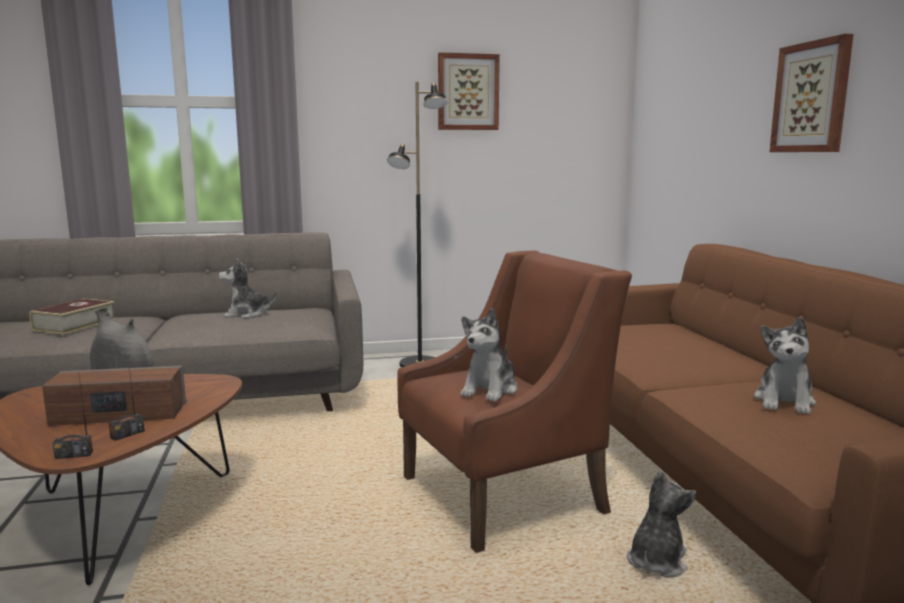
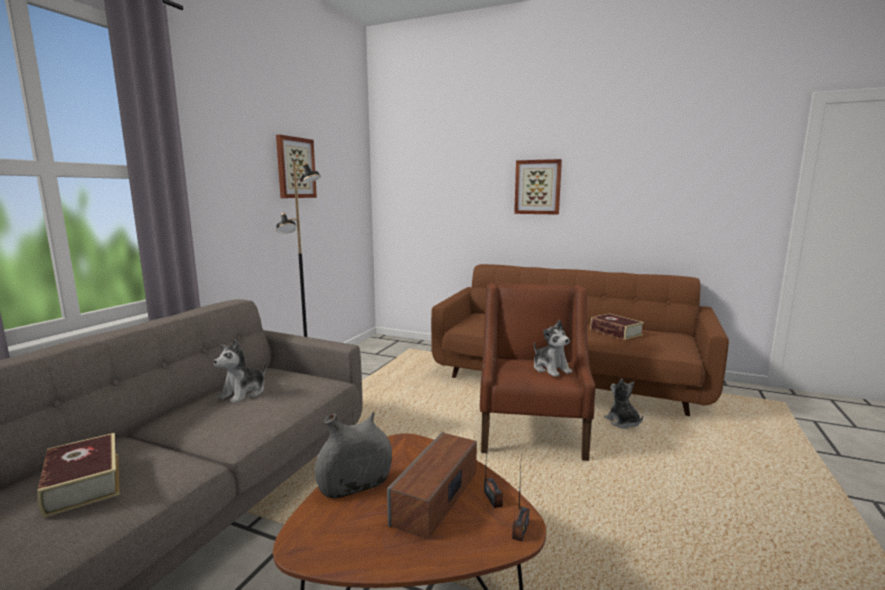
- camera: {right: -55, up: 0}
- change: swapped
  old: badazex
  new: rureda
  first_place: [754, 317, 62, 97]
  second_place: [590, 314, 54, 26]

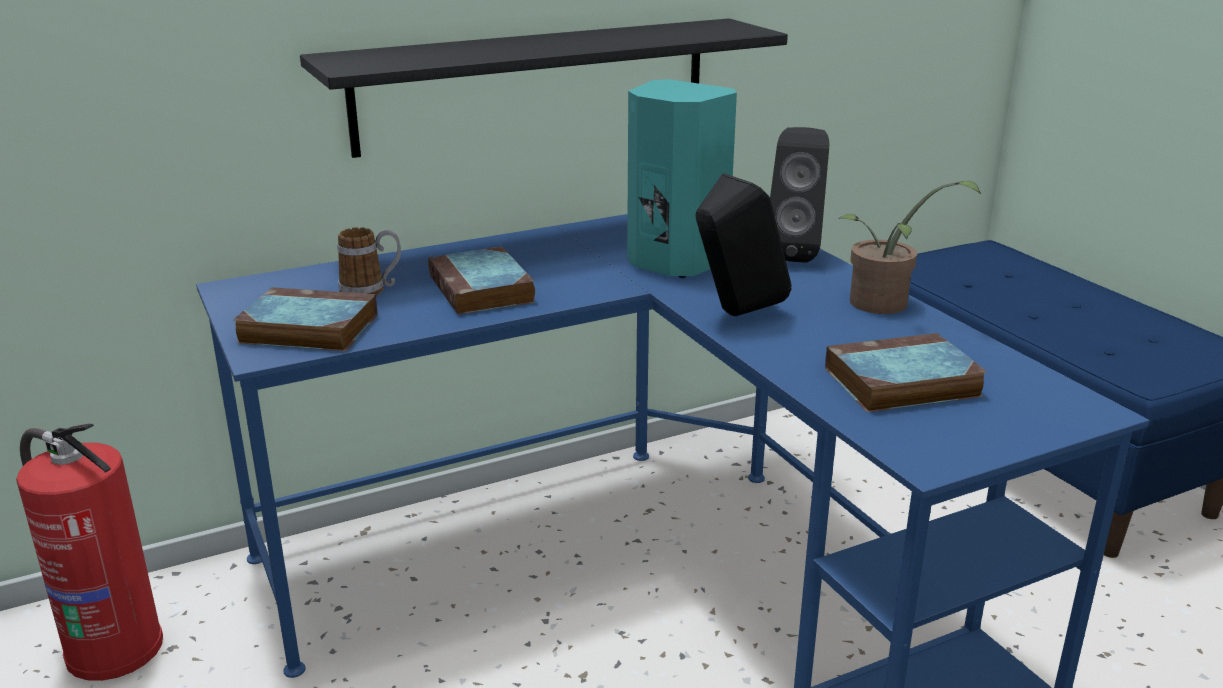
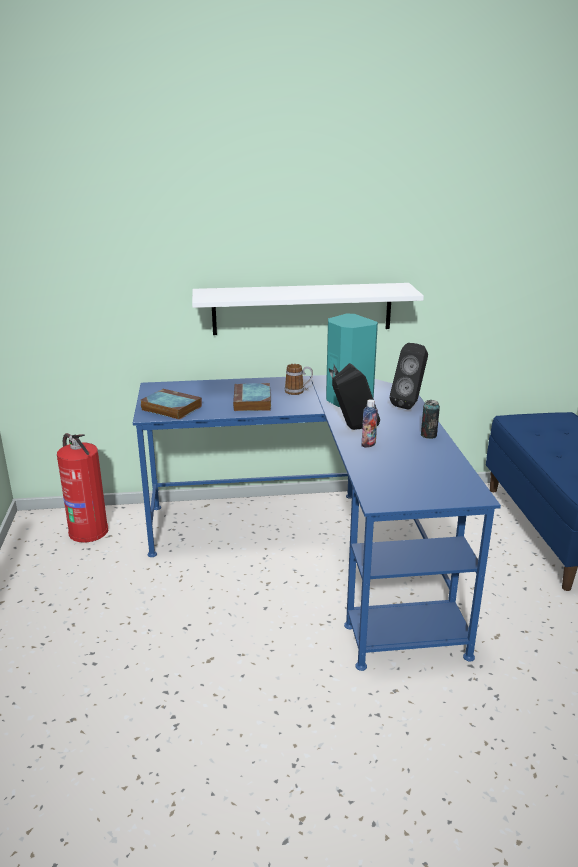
- camera: {right: 20, up: 0}
- change: repainted
  old: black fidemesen
  new: white fidemesen
  first_place: [300, 18, 488, 140]
  second_place: [192, 283, 232, 52]
- change: shifted
  old: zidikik
  first_place: [338, 227, 63, 69]
  second_place: [285, 364, 28, 31]
- change: gone
  old: rureda
  first_place: [825, 333, 162, 79]
- change: swapped
  old: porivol
  new: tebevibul
  first_place: [838, 181, 143, 133]
  second_place: [421, 400, 19, 39]
- change: new
  new: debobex
  second_place: [361, 399, 17, 49]

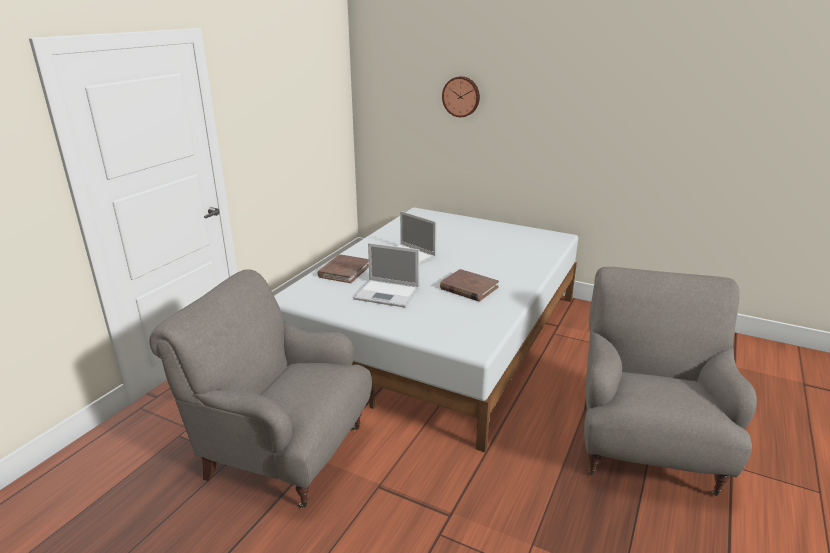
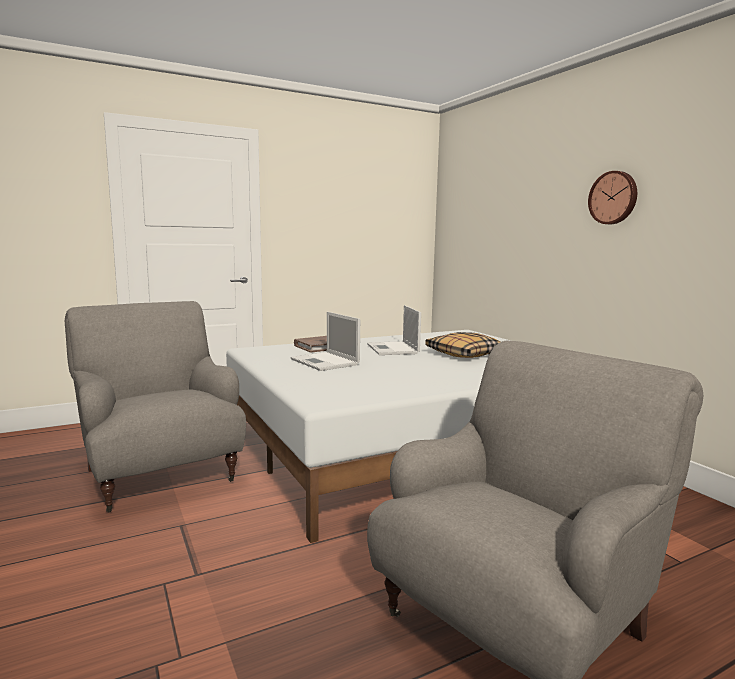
- camera: {right: 35, up: -15}
- change: gone
  old: brown rureda
  first_place: [440, 269, 59, 32]
- change: shifted
  old: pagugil
  first_place: [442, 76, 38, 41]
  second_place: [588, 171, 49, 53]
- change: new
  new: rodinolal
  second_place: [425, 332, 76, 26]

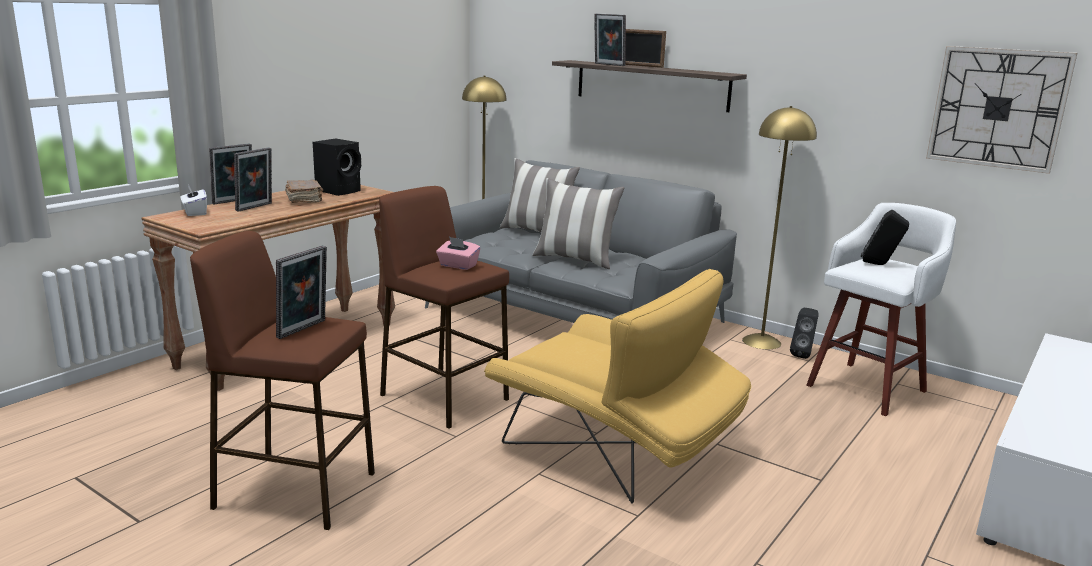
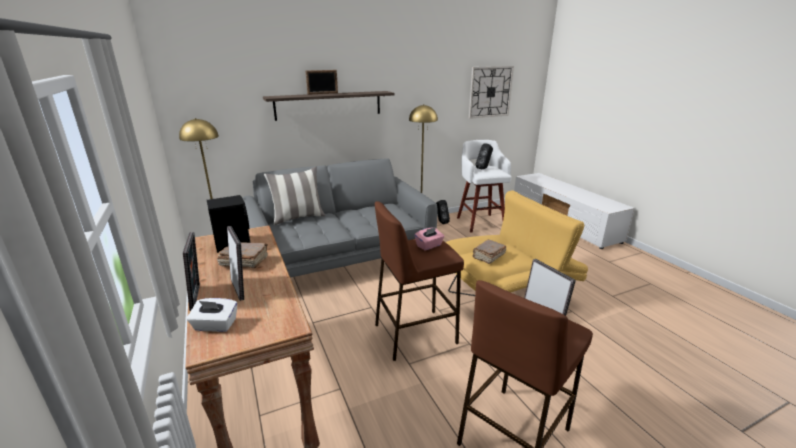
- camera: {right: -60, up: 5}
- change: gone
  old: rodinolal
  first_place: [532, 178, 92, 91]
- change: gone
  old: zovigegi
  first_place: [594, 13, 32, 53]
- change: new
  new: brown rureda
  second_place: [472, 240, 34, 24]

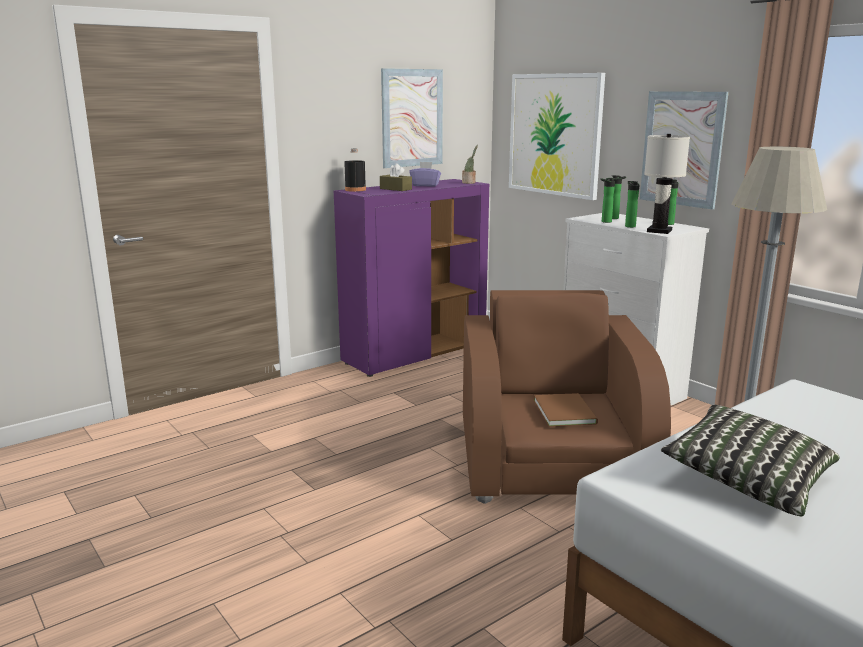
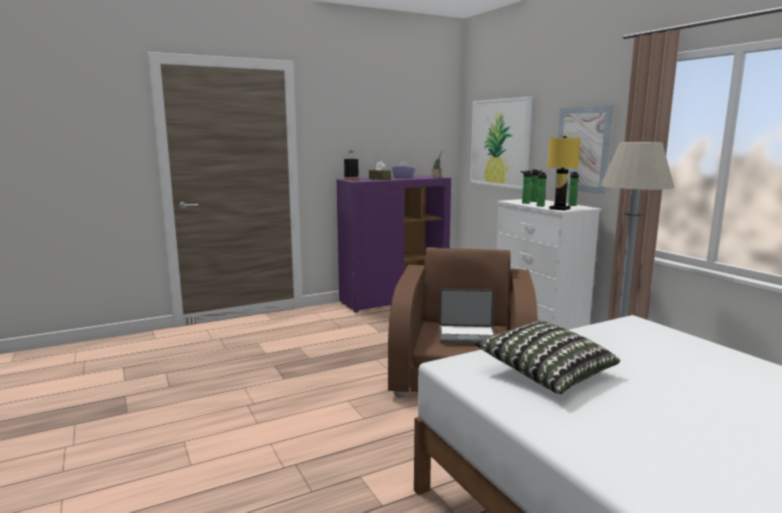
- camera: {right: 10, up: -5}
- change: gone
  old: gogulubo
  first_place: [381, 68, 62, 100]
- change: swapped
  old: brown rureda
  new: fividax
  first_place: [534, 393, 64, 34]
  second_place: [439, 289, 57, 55]
- change: repainted
  old: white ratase
  new: yellow ratase
  first_place: [644, 134, 46, 100]
  second_place: [547, 136, 34, 75]

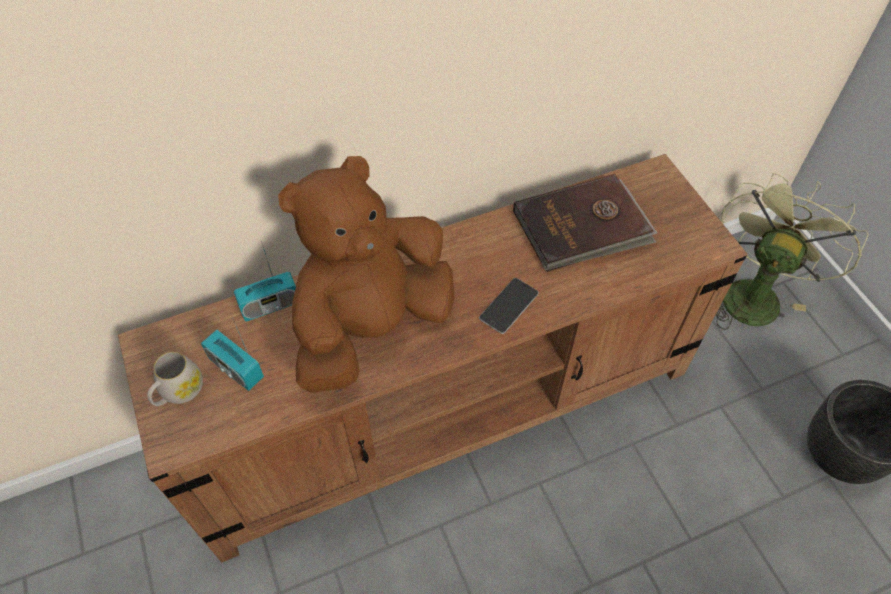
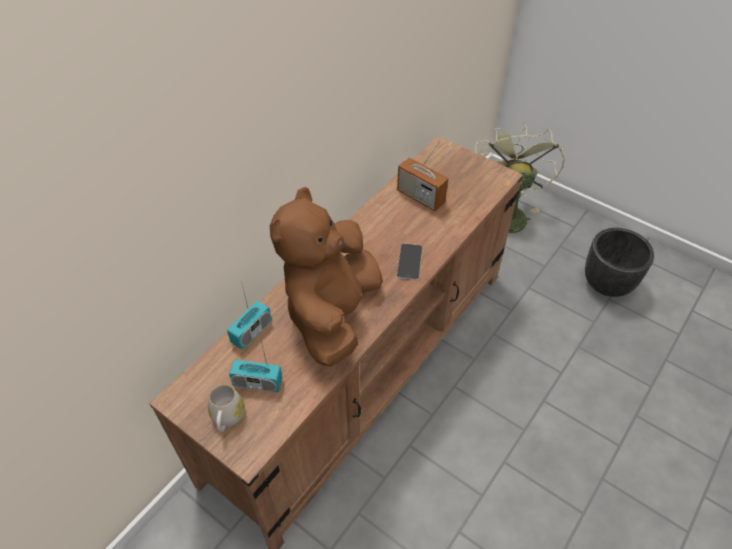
- camera: {right: -30, up: -5}
- change: swapped
  old: brown rureda
  new: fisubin
  first_place: [513, 174, 144, 98]
  second_place: [397, 140, 51, 71]

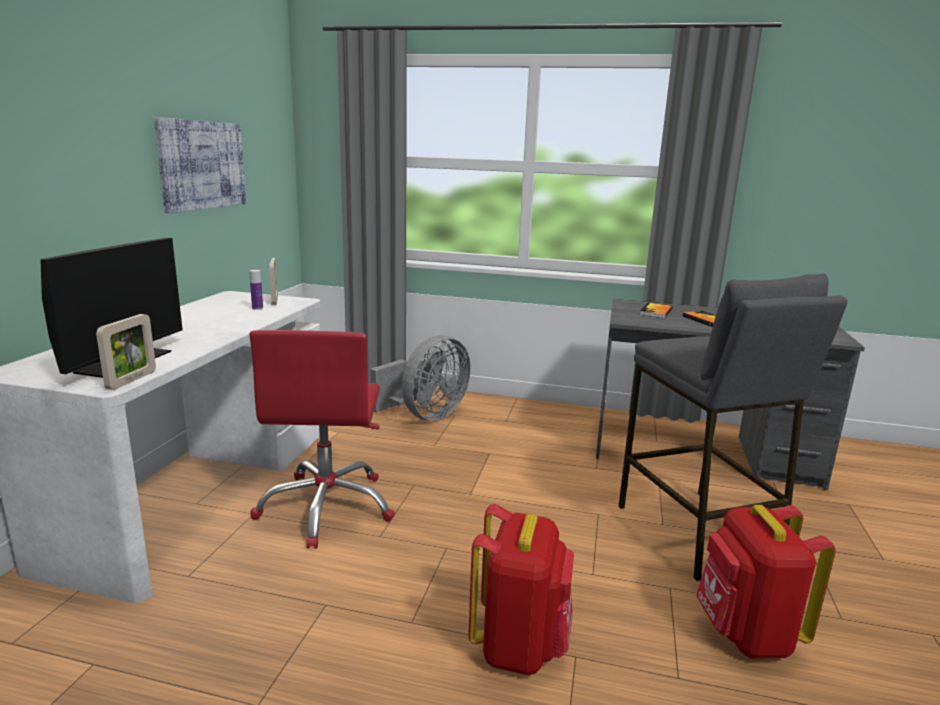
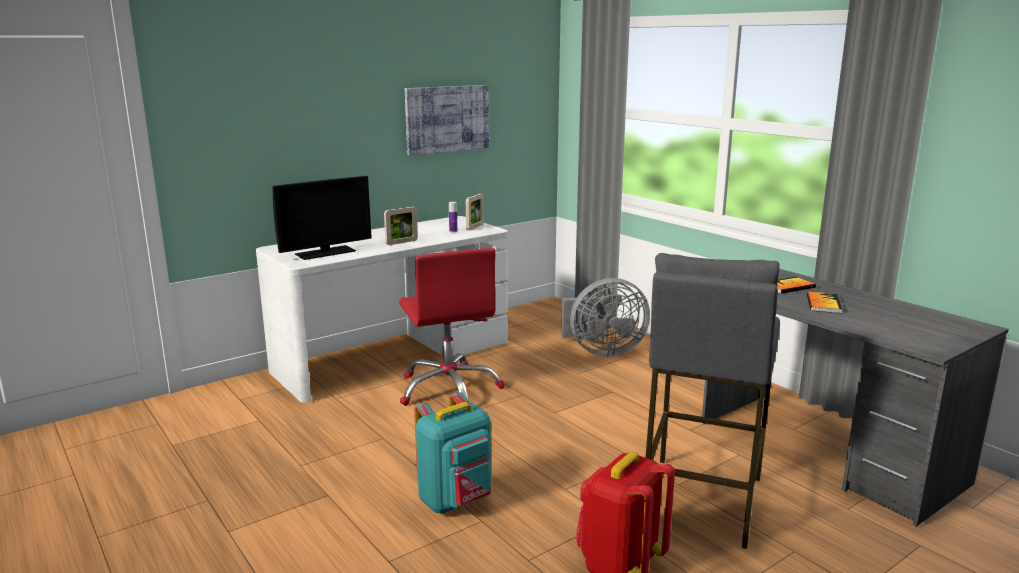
- camera: {right: 40, up: 0}
- change: shifted
  old: zovigegi
  first_place: [96, 314, 60, 76]
  second_place: [384, 207, 34, 38]
- change: rotated
  old: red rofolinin
  first_place: [249, 330, 146, 219]
  second_place: [399, 248, 106, 158]
  degrees: -60
- change: repainted
  old: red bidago
  new: turquoise bidago
  first_place: [468, 504, 106, 171]
  second_place: [414, 392, 77, 122]

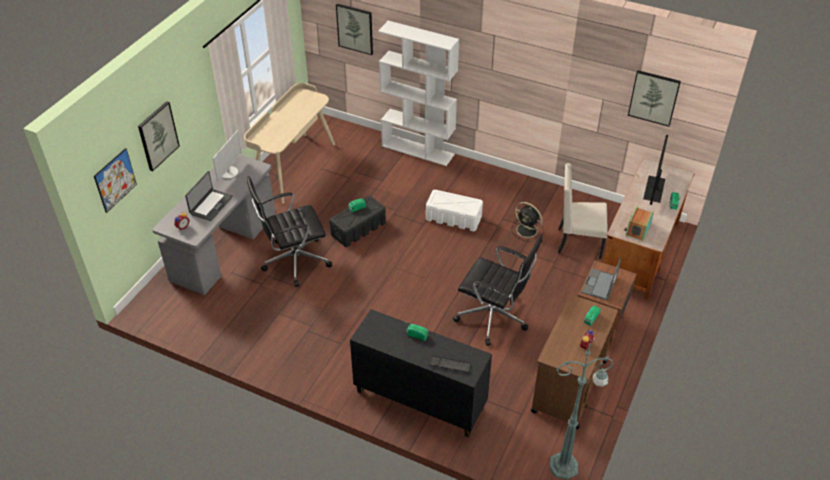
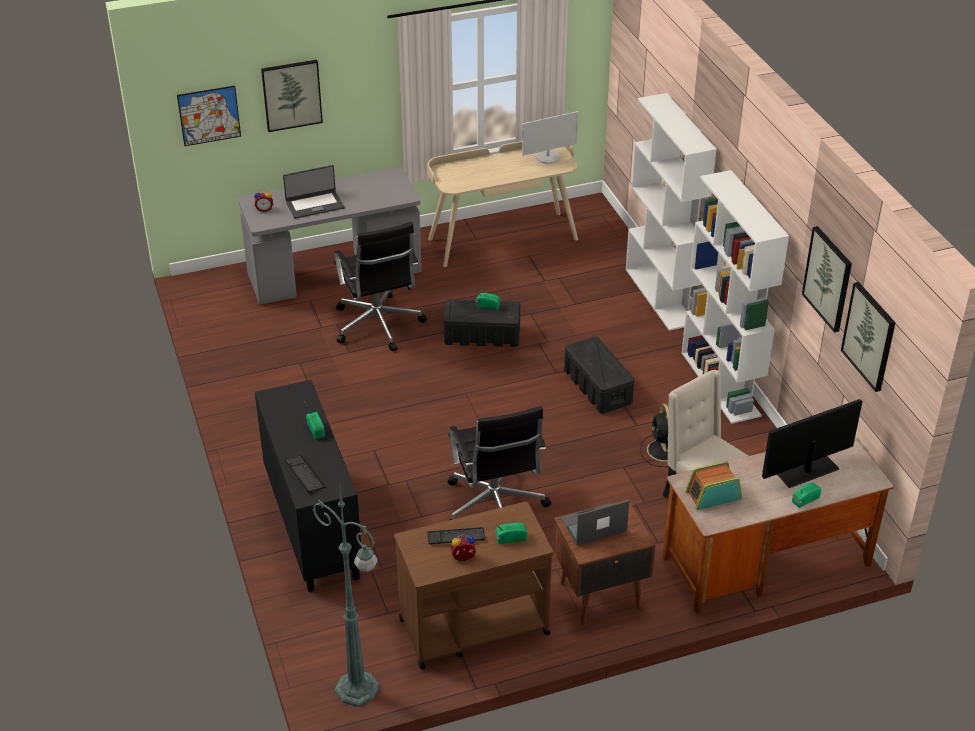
- camera: {right: 45, up: -5}
- change: shifted
  old: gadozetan
  first_place: [212, 130, 30, 51]
  second_place: [522, 111, 56, 53]
- change: rotated
  old: black rofolinin
  first_place: [247, 176, 85, 111]
  second_place: [334, 222, 93, 129]
  degrees: -135
- change: shifted
  old: gogulubo
  first_place: [336, 4, 37, 51]
  second_place: [802, 226, 50, 107]
- change: repainted
  old: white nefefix
  new: black nefefix
  first_place: [426, 190, 57, 41]
  second_place: [564, 337, 70, 77]
- change: new
  new: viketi
  second_place: [427, 527, 58, 18]
- change: new
  new: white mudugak
  second_place: [682, 170, 107, 254]

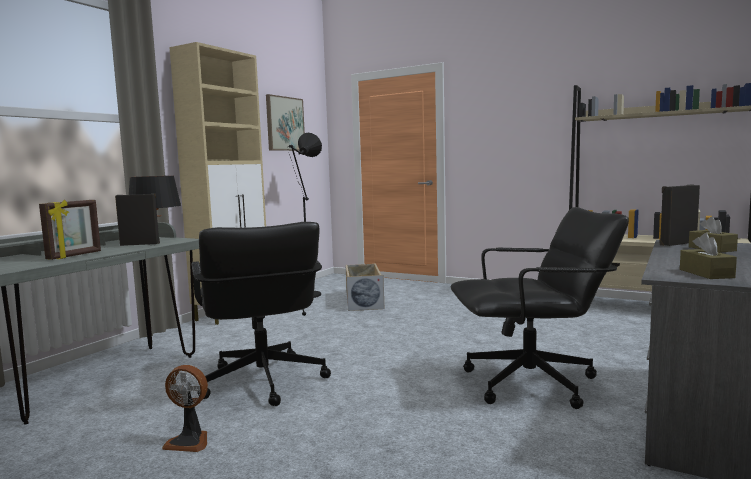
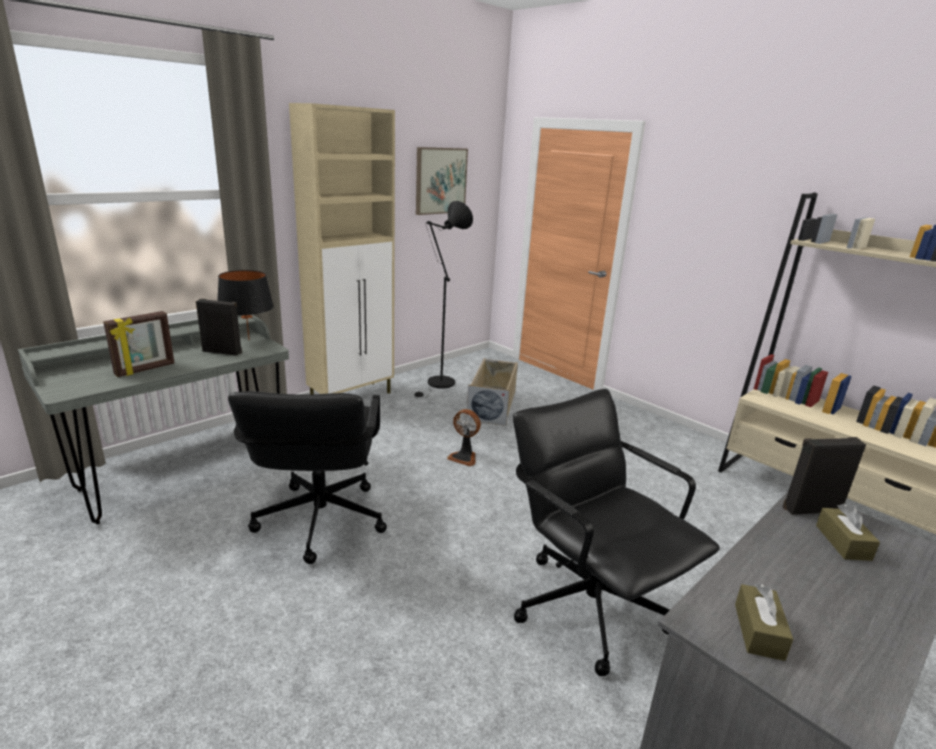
- camera: {right: 15, up: 15}
- change: shifted
  old: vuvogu
  first_place: [162, 365, 46, 87]
  second_place: [447, 409, 34, 57]
- change: rotated
  old: black rofolinin
  first_place: [451, 207, 178, 202]
  second_place: [513, 389, 207, 287]
  degrees: -135

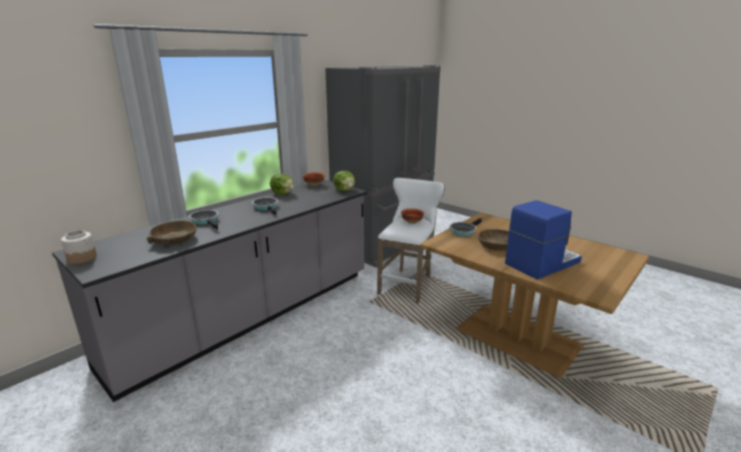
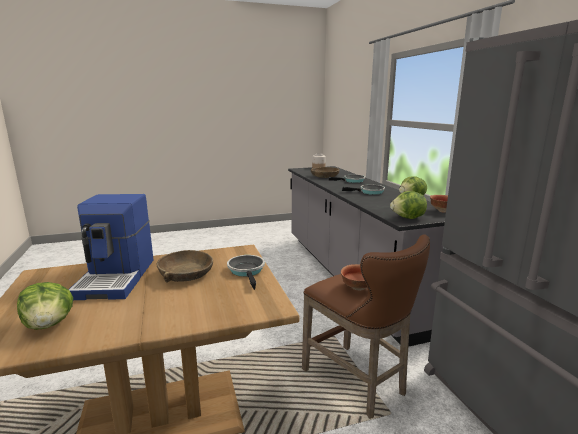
- camera: {right: 120, up: -5}
- change: repainted
  old: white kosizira
  new: brown kosizira
  first_place: [377, 178, 68, 125]
  second_place: [302, 234, 128, 185]
- change: new
  new: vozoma
  second_place: [17, 282, 56, 48]

